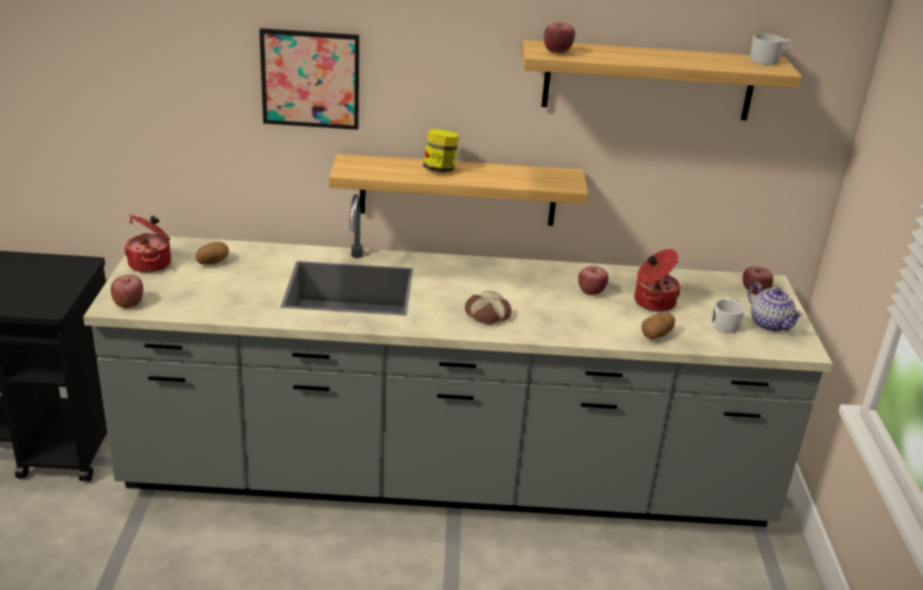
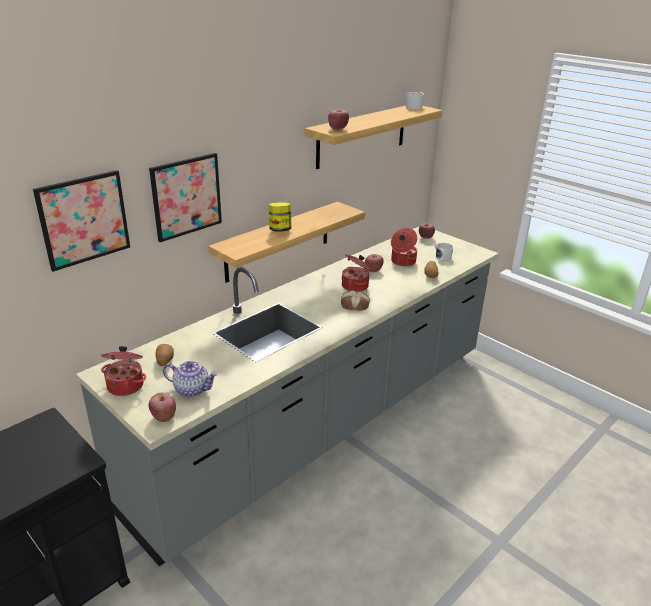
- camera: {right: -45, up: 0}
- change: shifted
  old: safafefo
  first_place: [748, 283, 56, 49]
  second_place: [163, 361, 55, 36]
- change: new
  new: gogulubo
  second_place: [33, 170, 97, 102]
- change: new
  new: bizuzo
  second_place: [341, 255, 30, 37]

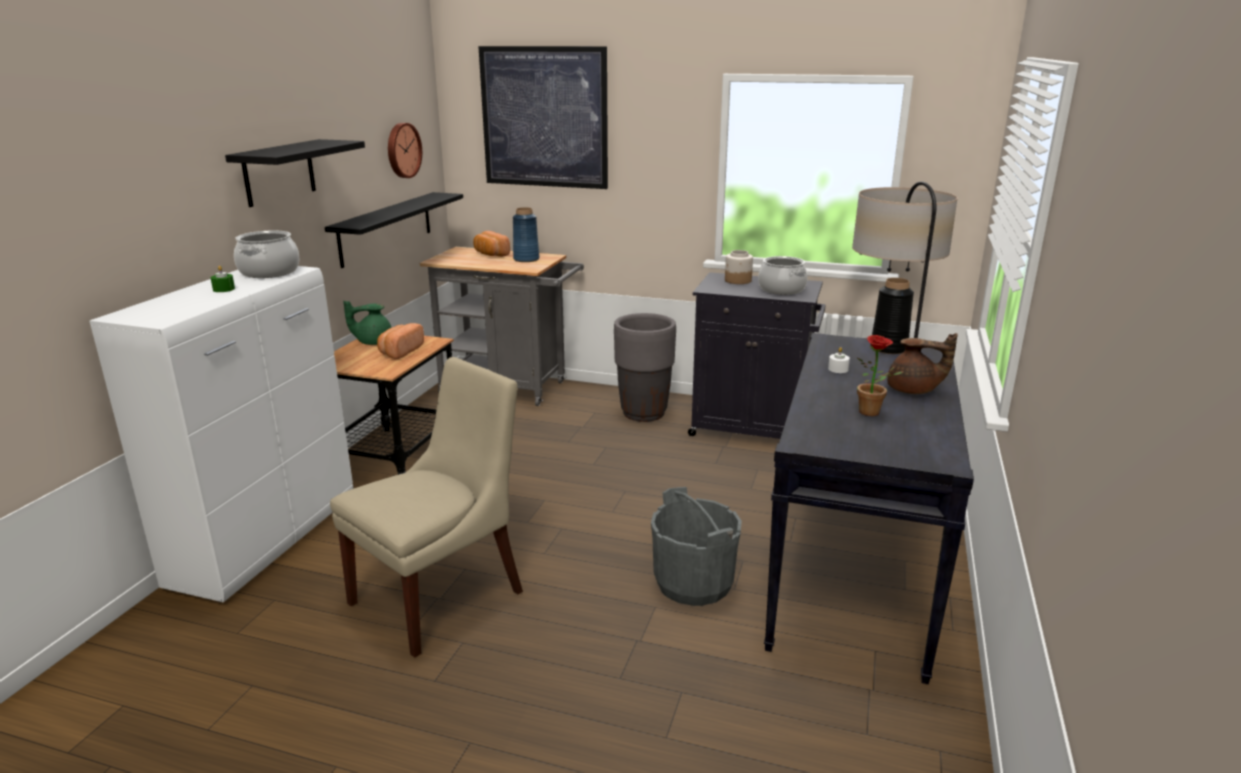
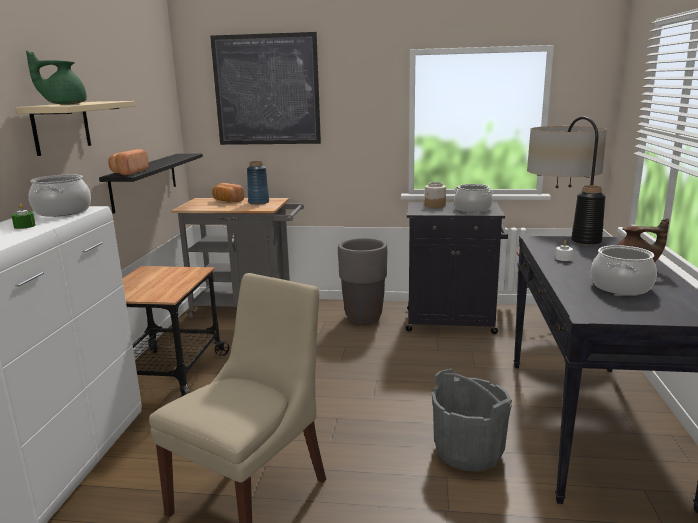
- camera: {right: -10, up: -5}
- change: repainted
  old: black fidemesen
  new: beige fidemesen
  first_place: [225, 139, 140, 68]
  second_place: [16, 101, 119, 55]
- change: shifted
  old: green safafefo
  first_place: [343, 301, 49, 44]
  second_place: [26, 51, 61, 54]
- change: shifted
  old: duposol
  first_place: [377, 323, 47, 36]
  second_place: [108, 149, 41, 26]
- change: gone
  old: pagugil
  first_place: [388, 123, 34, 55]
- change: swapped
  old: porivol
  new: bizuzo
  first_place: [857, 335, 46, 81]
  second_place: [591, 245, 66, 50]

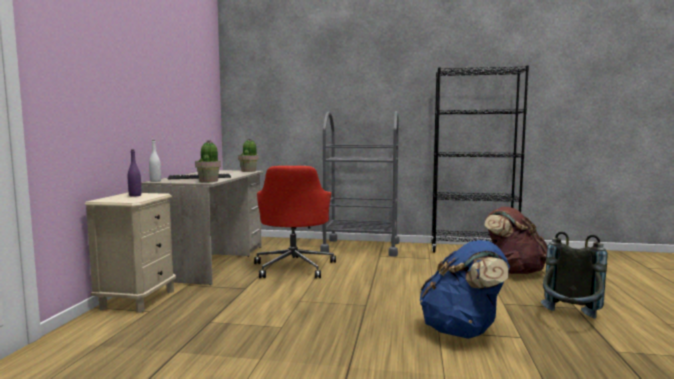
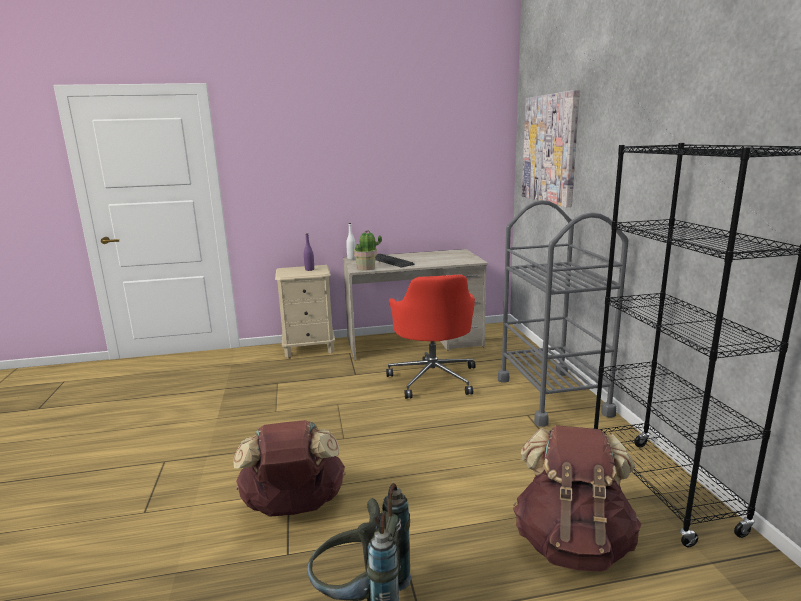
- camera: {right: 70, up: 10}
- change: gone
  old: porivol
  first_place: [238, 139, 20, 33]
- change: rotated
  old: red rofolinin
  first_place: [254, 166, 82, 112]
  second_place: [386, 274, 90, 125]
  degrees: -75
- change: repainted
  old: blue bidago
  new: brown bidago
  first_place: [420, 240, 90, 99]
  second_place: [233, 420, 112, 97]
- change: new
  new: gogulubo
  second_place: [522, 90, 58, 117]

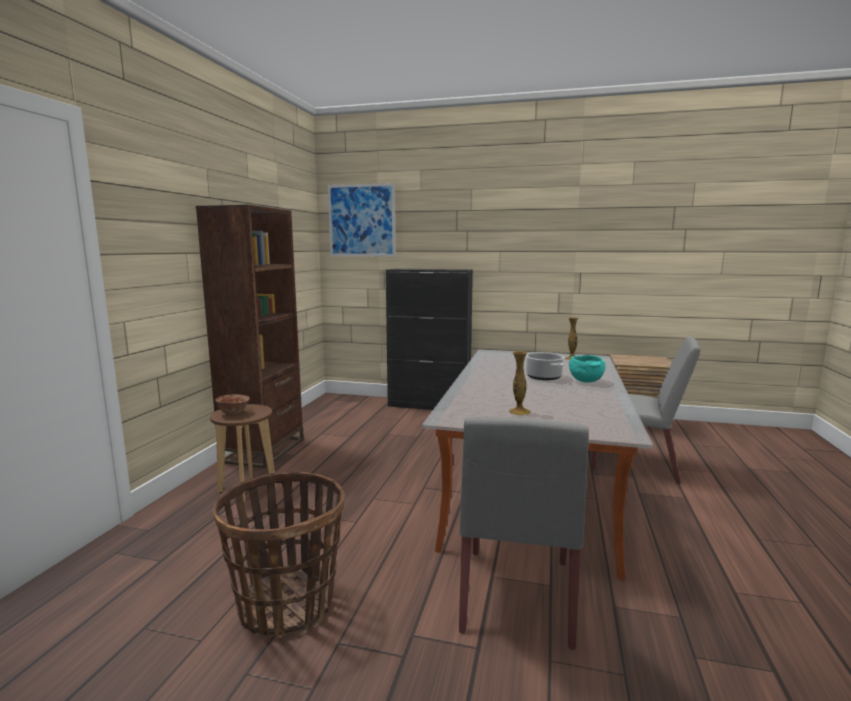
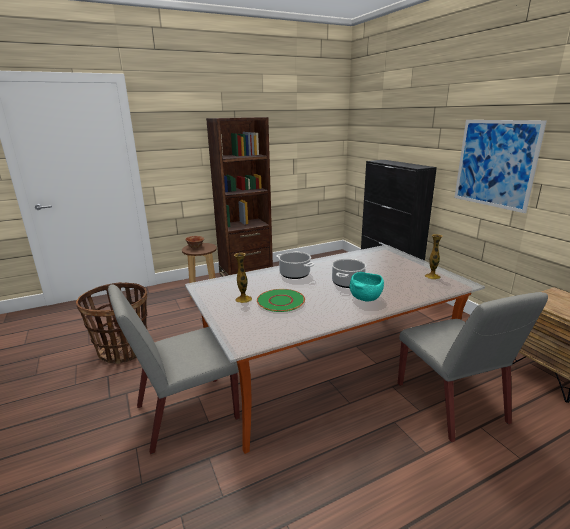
- camera: {right: 50, up: 10}
- change: shifted
  old: gogulubo
  first_place: [328, 183, 68, 73]
  second_place: [454, 120, 93, 93]
- change: new
  new: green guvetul
  second_place: [257, 289, 48, 23]
- change: new
  new: bizuzo
  second_place: [276, 252, 38, 27]

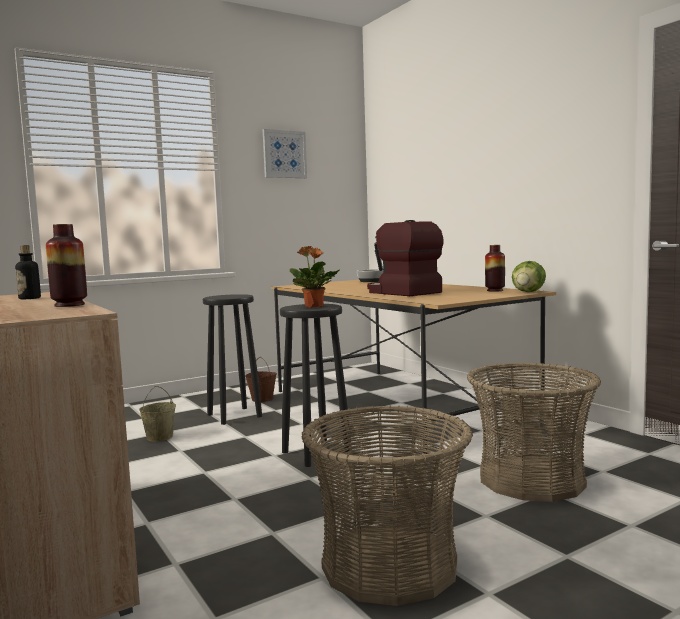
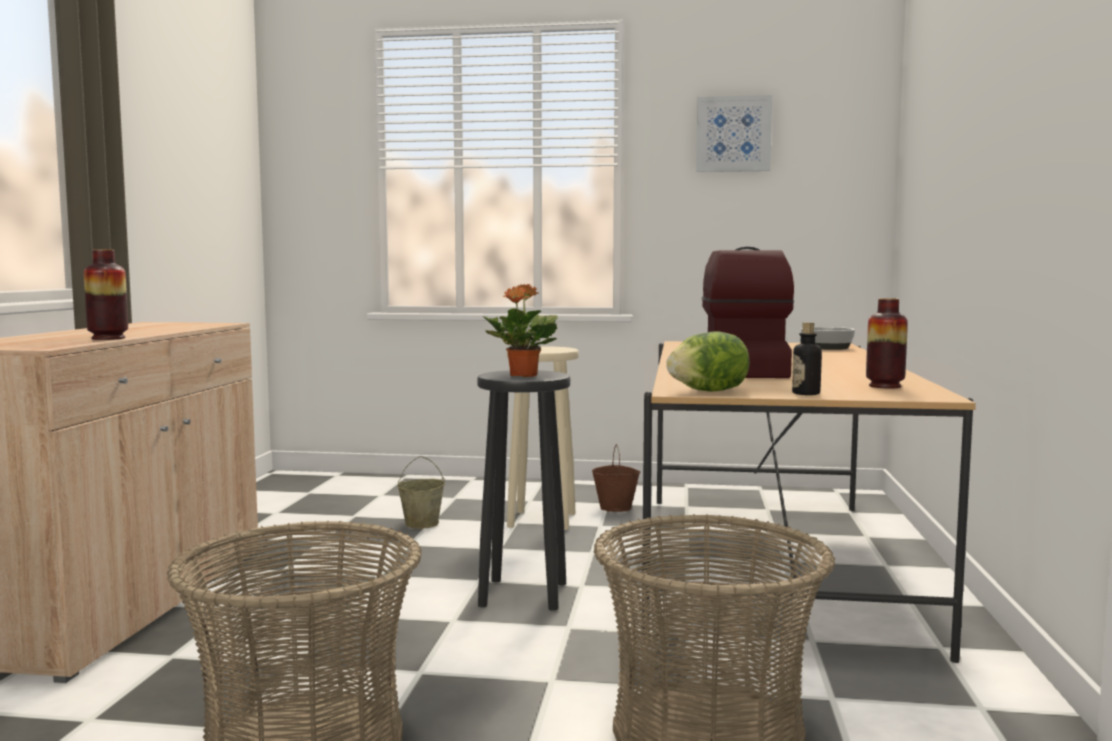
- camera: {right: 40, up: 0}
- change: shifted
  old: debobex
  first_place: [15, 245, 26, 54]
  second_place: [792, 322, 30, 73]
- change: repainted
  old: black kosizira
  new: beige kosizira
  first_place: [203, 294, 59, 131]
  second_place: [507, 346, 72, 184]
- change: shifted
  old: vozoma
  first_place: [512, 261, 34, 31]
  second_place: [666, 331, 84, 61]

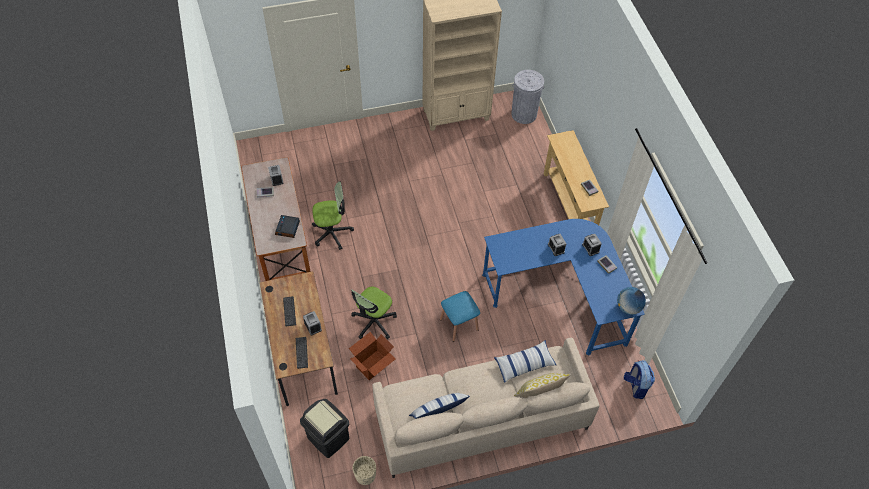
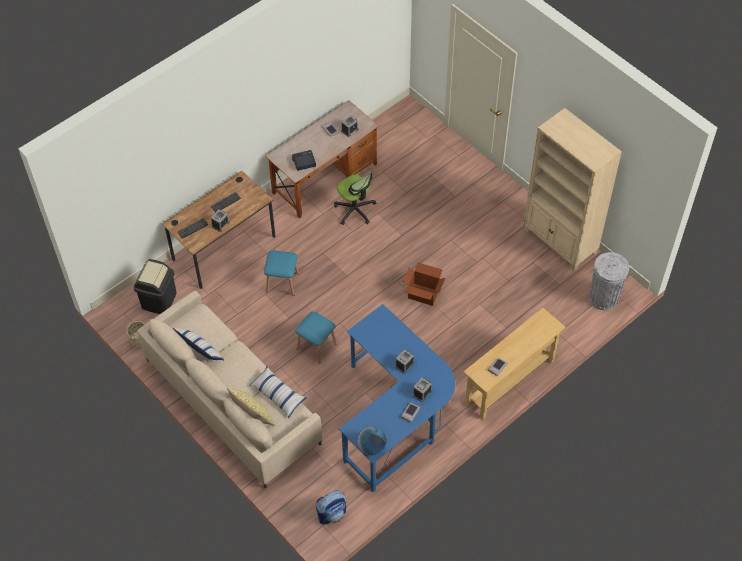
- camera: {right: 65, up: 0}
- change: shifted
  old: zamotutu
  first_place: [349, 332, 47, 48]
  second_place: [403, 262, 42, 44]
- change: swapped
  old: rofolinin
  new: blue kosizira
  first_place: [351, 287, 46, 52]
  second_place: [264, 251, 35, 45]

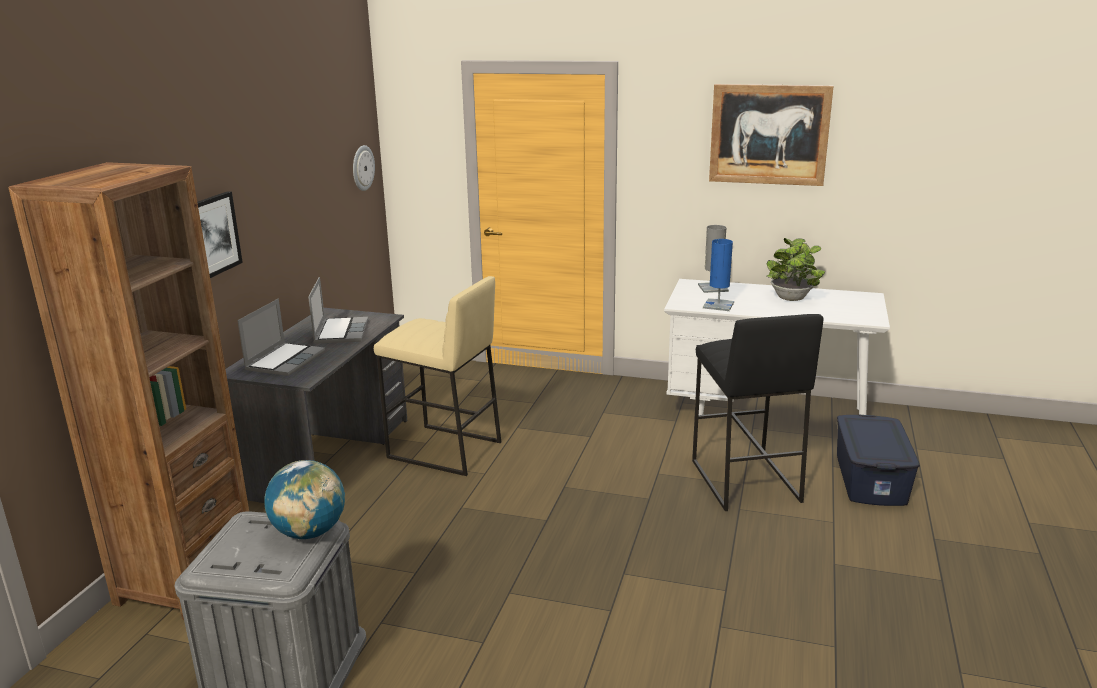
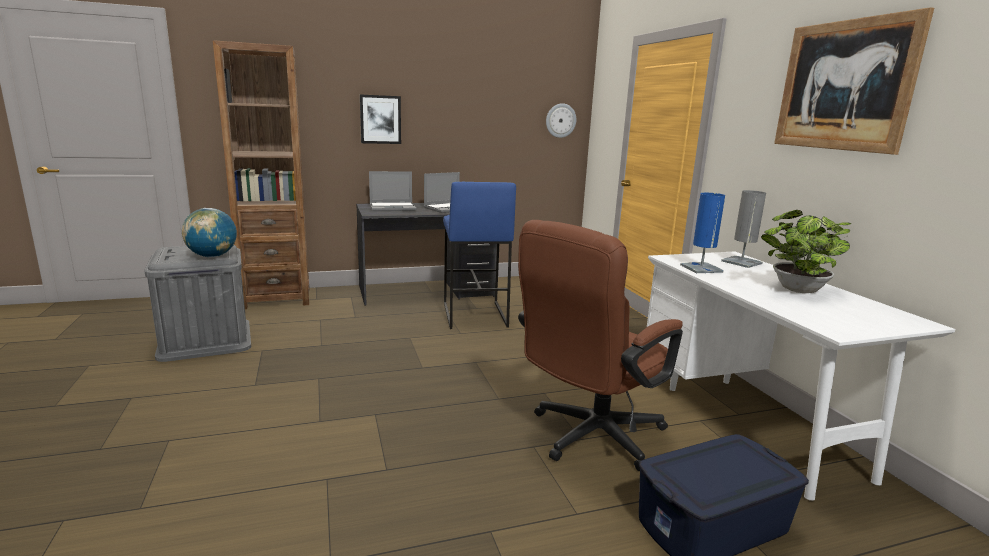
- camera: {right: 55, up: -5}
- change: repainted
  old: beige kosizira
  new: blue kosizira
  first_place: [374, 276, 127, 200]
  second_place: [443, 182, 73, 147]
- change: swapped
  old: black kosizira
  new: brown rofolinin
  first_place: [692, 314, 131, 197]
  second_place: [518, 220, 165, 251]

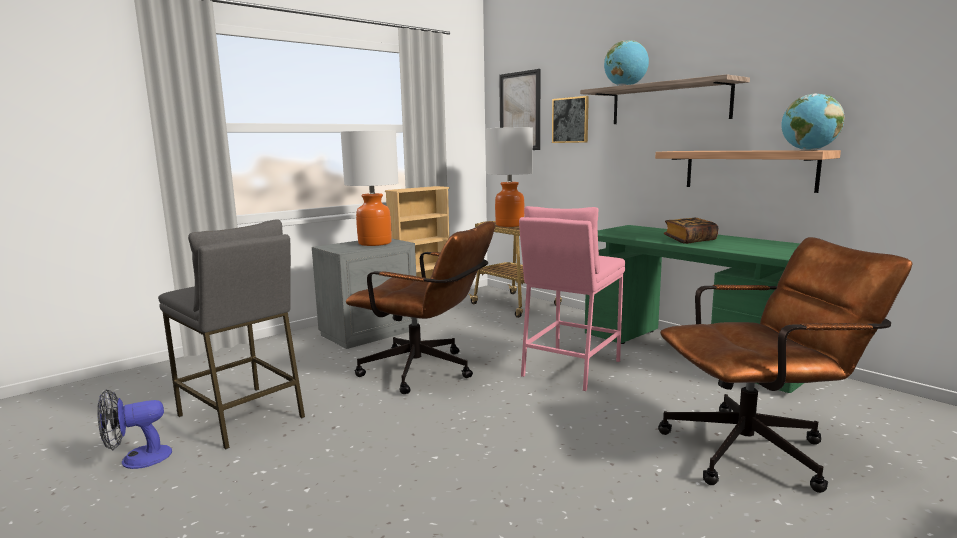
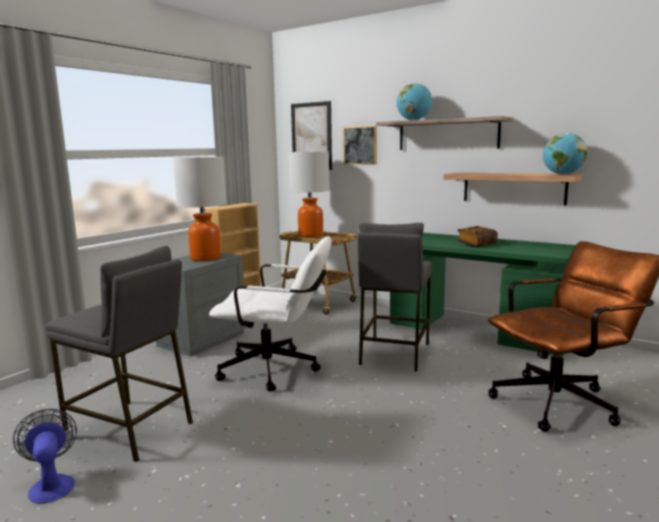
- camera: {right: -15, up: 0}
- change: rotated
  old: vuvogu
  first_place: [97, 390, 75, 79]
  second_place: [13, 409, 64, 95]
  degrees: 105
- change: repainted
  old: brown rofolinin
  new: white rofolinin
  first_place: [346, 221, 149, 173]
  second_place: [209, 236, 123, 156]
- change: repainted
  old: pink kosizira
  new: grey kosizira
  first_place: [519, 206, 106, 185]
  second_place: [357, 223, 75, 149]

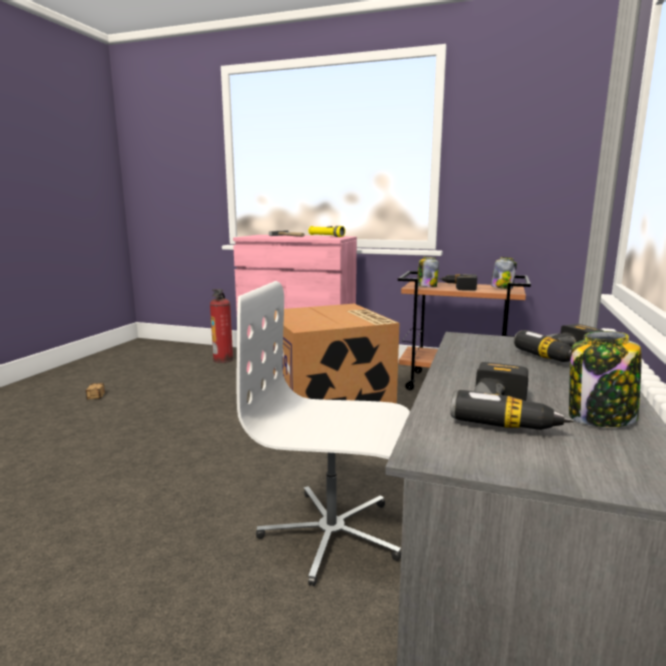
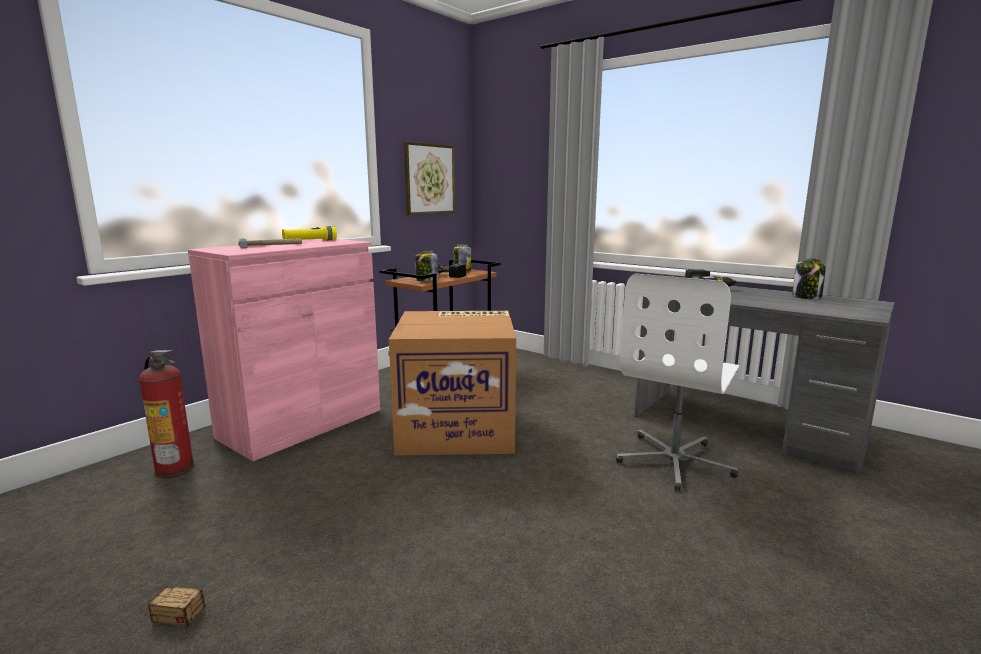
- camera: {right: -70, up: 0}
- change: gone
  old: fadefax
  first_place: [450, 362, 124, 68]
- change: new
  new: gogulubo
  second_place: [404, 142, 52, 73]

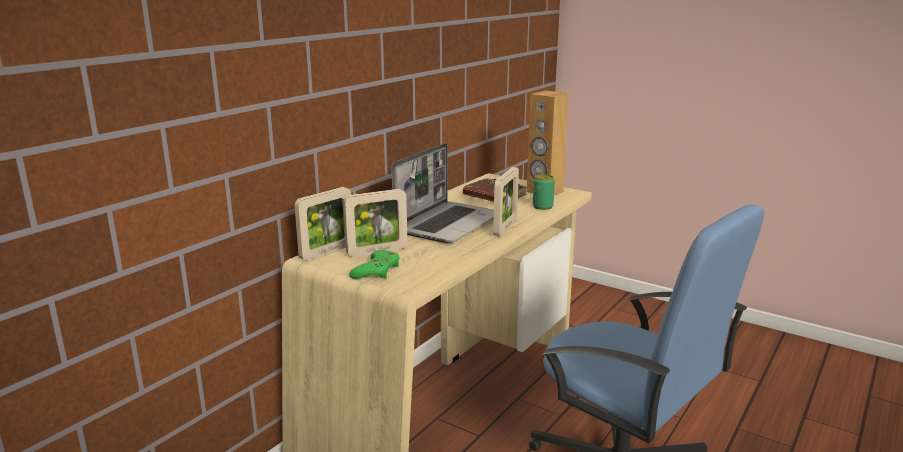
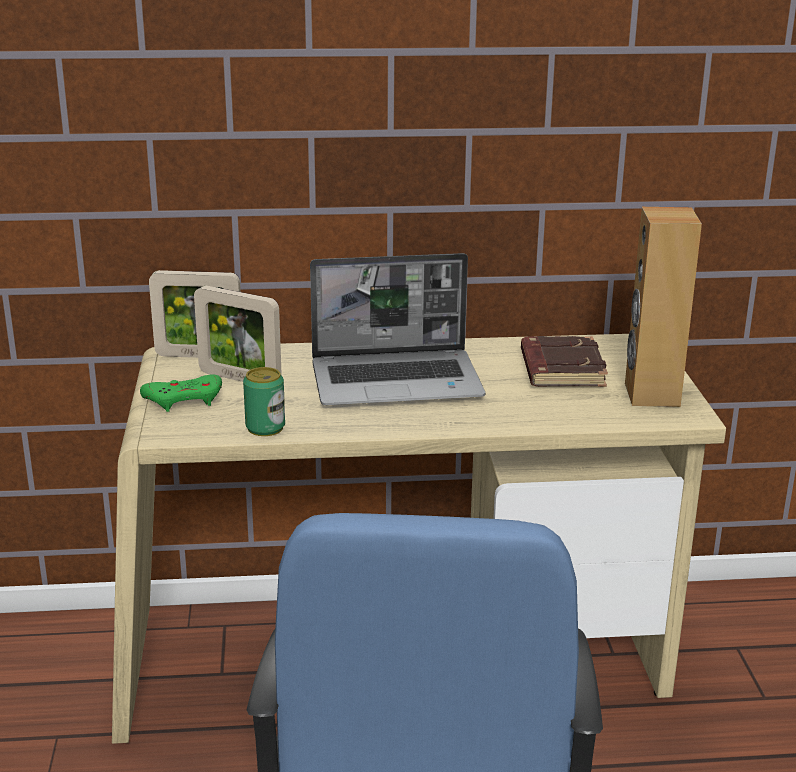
- camera: {right: 50, up: 5}
- change: gone
  old: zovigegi
  first_place: [493, 167, 26, 69]
- change: shifted
  old: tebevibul
  first_place: [533, 174, 22, 36]
  second_place: [243, 367, 42, 69]

